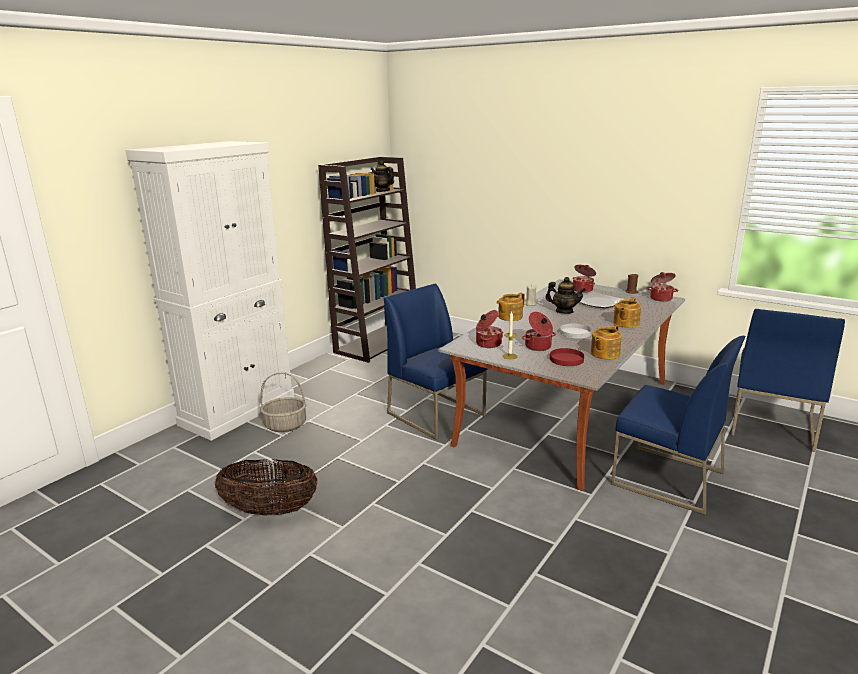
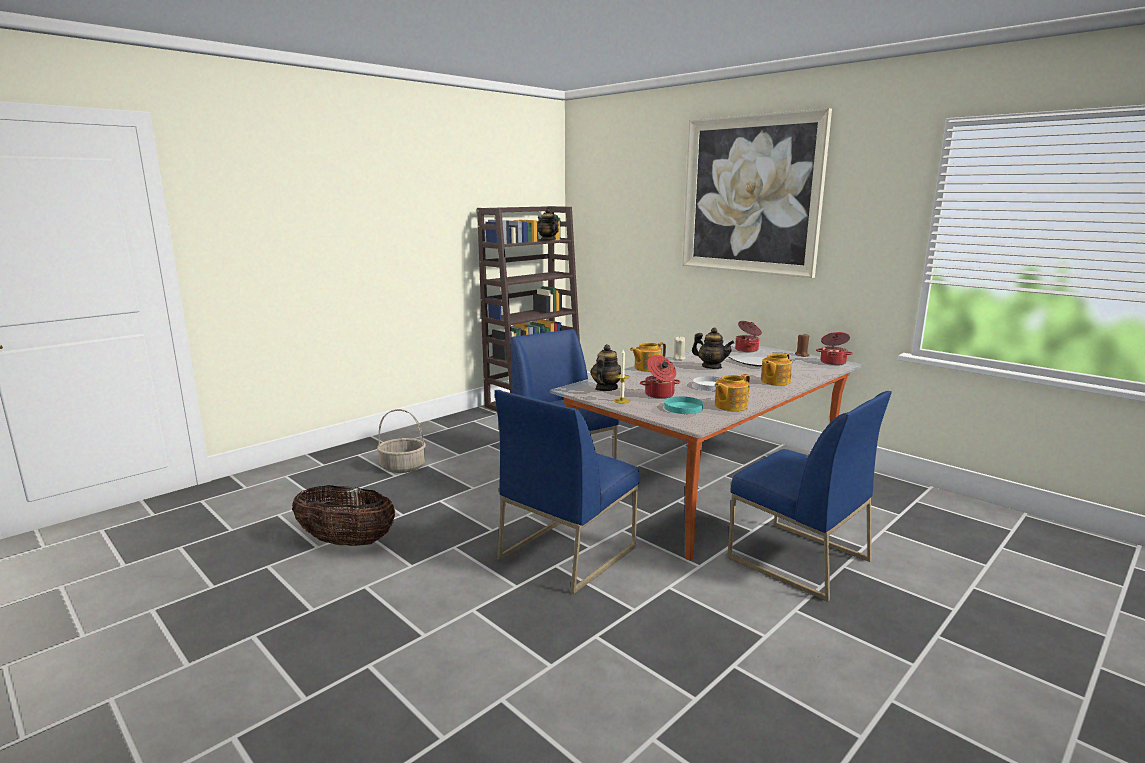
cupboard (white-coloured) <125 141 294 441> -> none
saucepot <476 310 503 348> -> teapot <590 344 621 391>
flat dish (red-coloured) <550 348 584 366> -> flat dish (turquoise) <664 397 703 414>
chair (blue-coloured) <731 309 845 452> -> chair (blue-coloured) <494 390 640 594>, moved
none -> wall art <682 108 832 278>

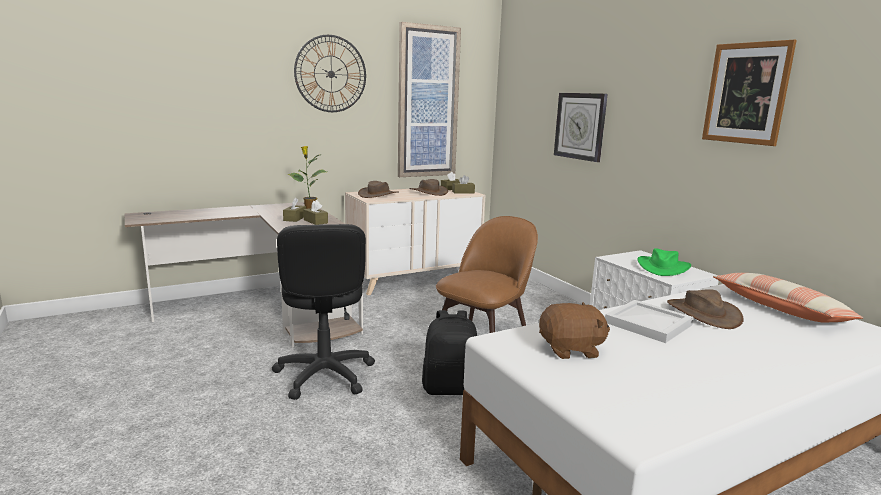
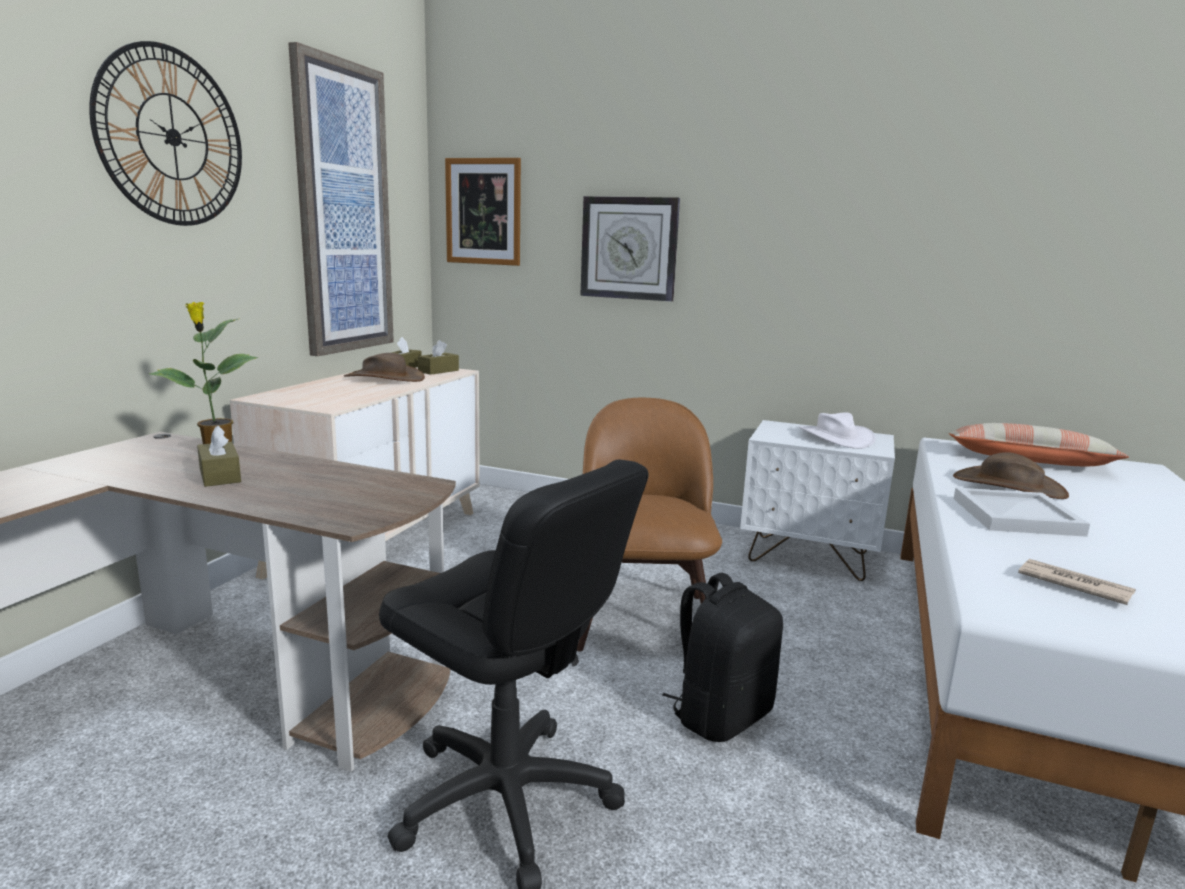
tissue box (brown-coloured) <303 200 328 225> -> none
hat (brown-coloured) <358 181 399 198> -> none
plush toy (brown-coloured) <539 302 610 359> -> printed paper <1018 559 1136 605>
hat (greenish) <638 248 691 276> -> hat (white-coloured) <799 413 875 449>
wall art <702 40 797 146> -> wall art <445 158 521 266>, moved

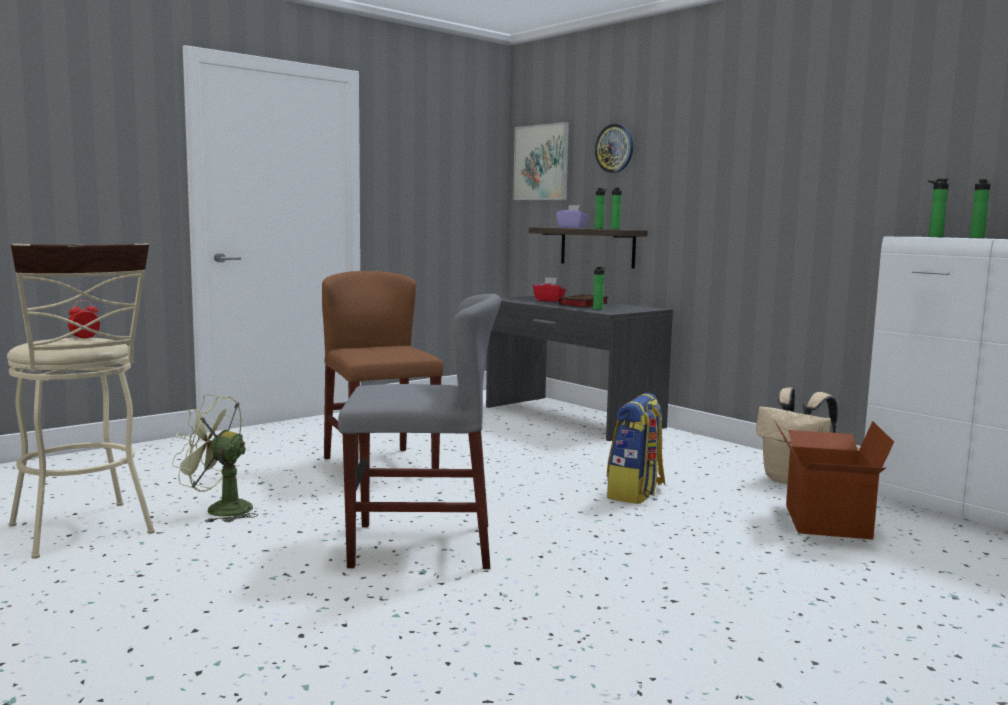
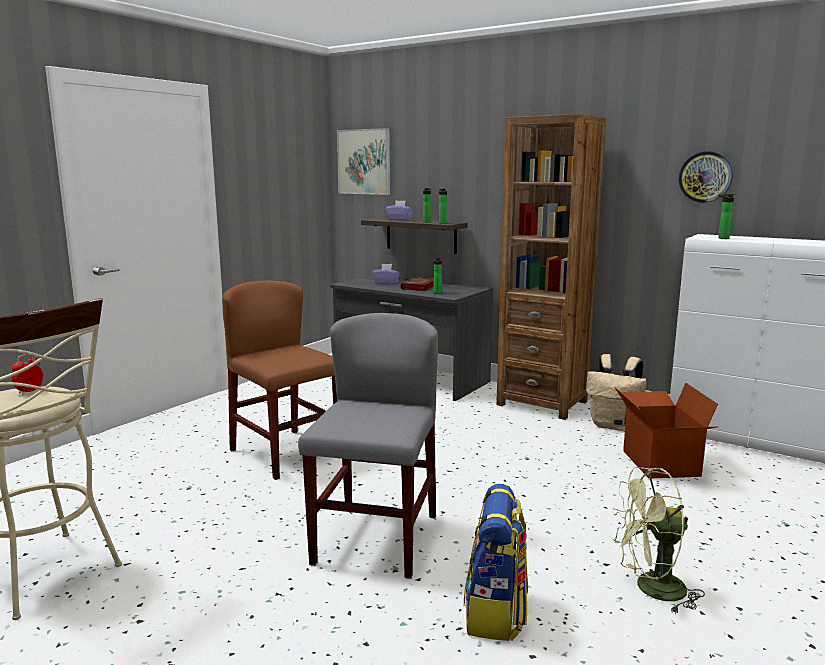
cooling fan (greenish) <172 394 258 523> -> cooling fan (greenish) <612 467 705 614>, moved
chair (grey) <338 294 501 569> -> chair (grey) <298 313 438 579>, 60 degrees counterclockwise
tissue box (red-coloured) <533 277 566 302> -> tissue box (purple-coloured) <373 264 400 285>
wall clock <595 124 633 173> -> wall clock <678 151 733 203>, moved
backpack <607 393 665 504> -> backpack <464 484 528 641>, moved
beverage bottle <970 179 991 238> -> none
none -> bookcase (brown-coloured) <496 114 606 420>

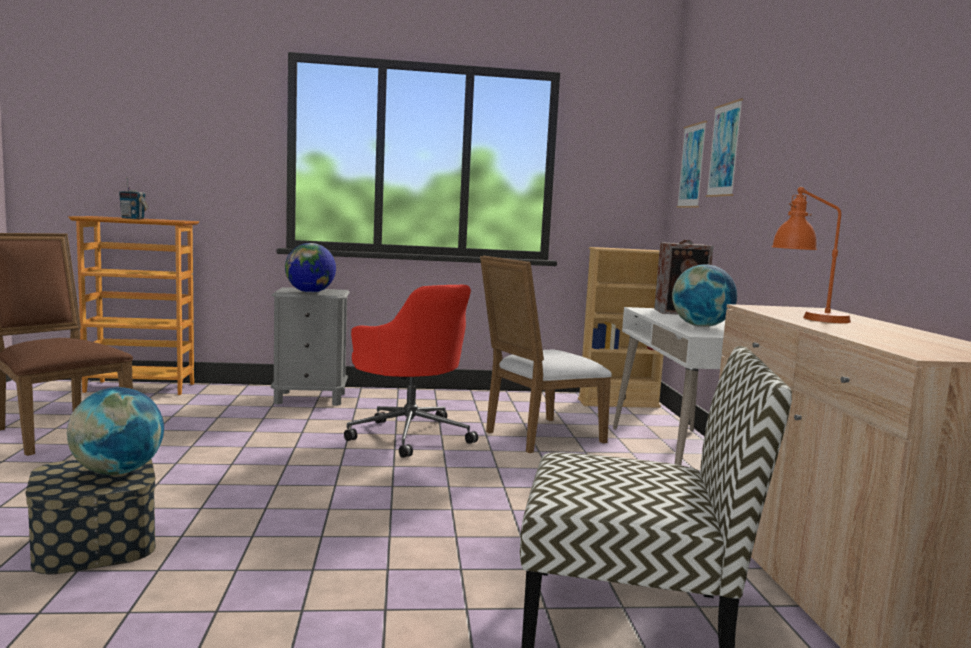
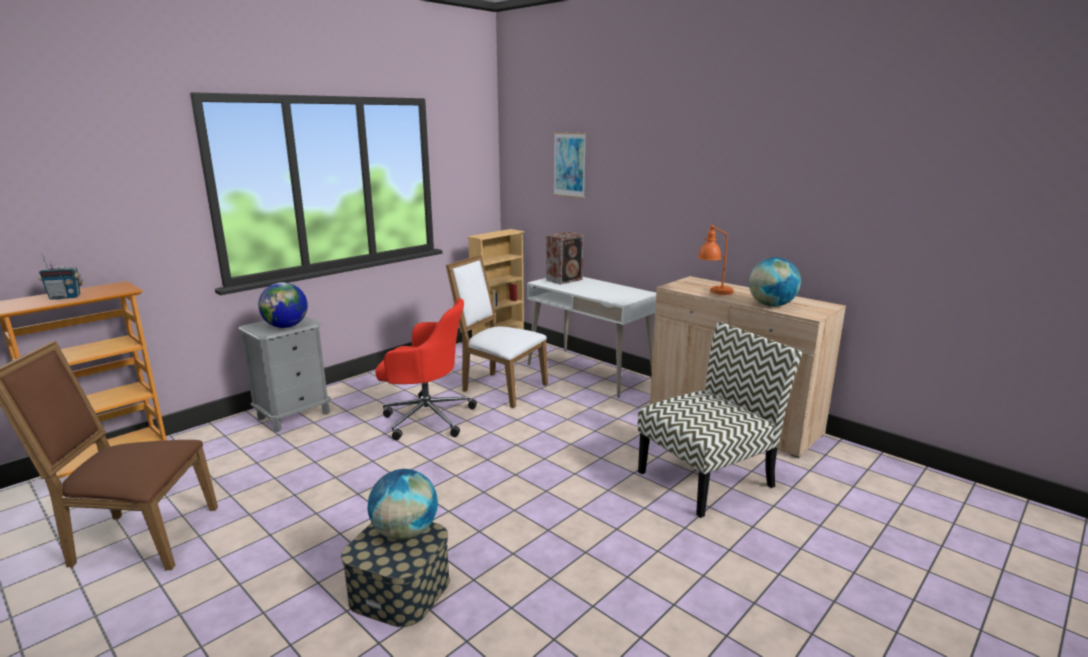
chair (white-coloured) <480 255 612 453> -> chair (white-coloured) <446 255 548 408>, 105 degrees clockwise
desk globe <672 264 737 327> -> desk globe <749 257 801 307>, moved
wall art <676 121 707 208> -> none

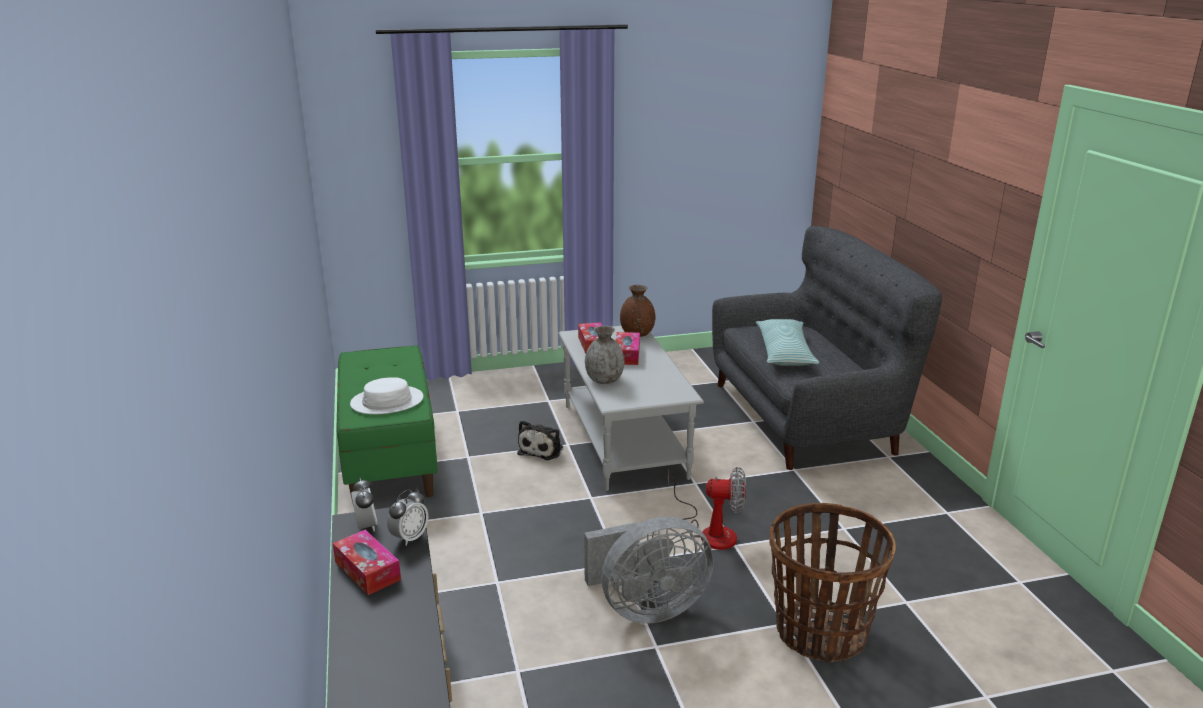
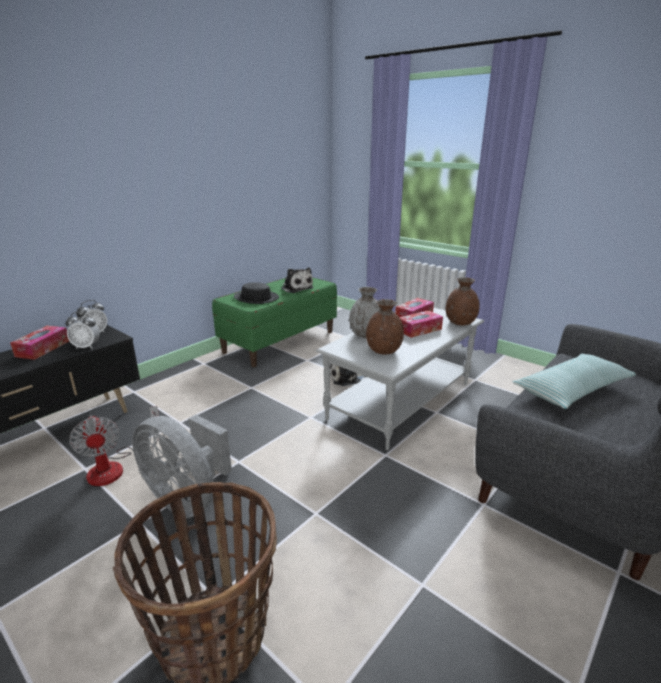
hat (white-coloured) <350 377 423 414> -> hat (black-coloured) <234 282 279 304>
cooling fan <668 467 746 550> -> cooling fan <69 406 159 486>, moved
none -> plush toy <281 267 314 293>
none -> vase (brown-coloured) <366 299 404 355>

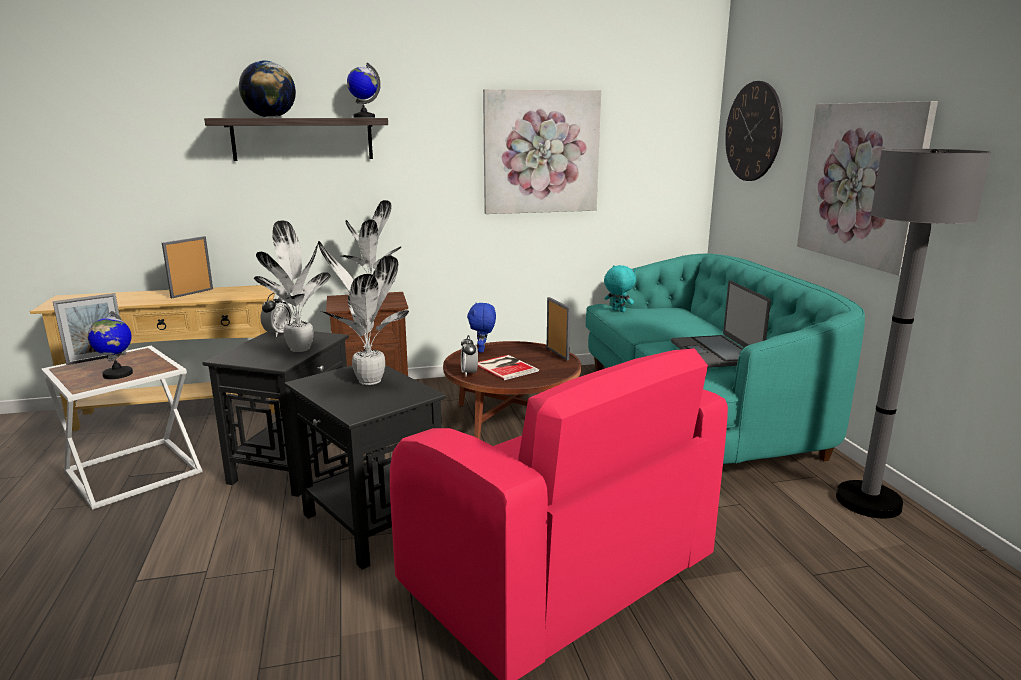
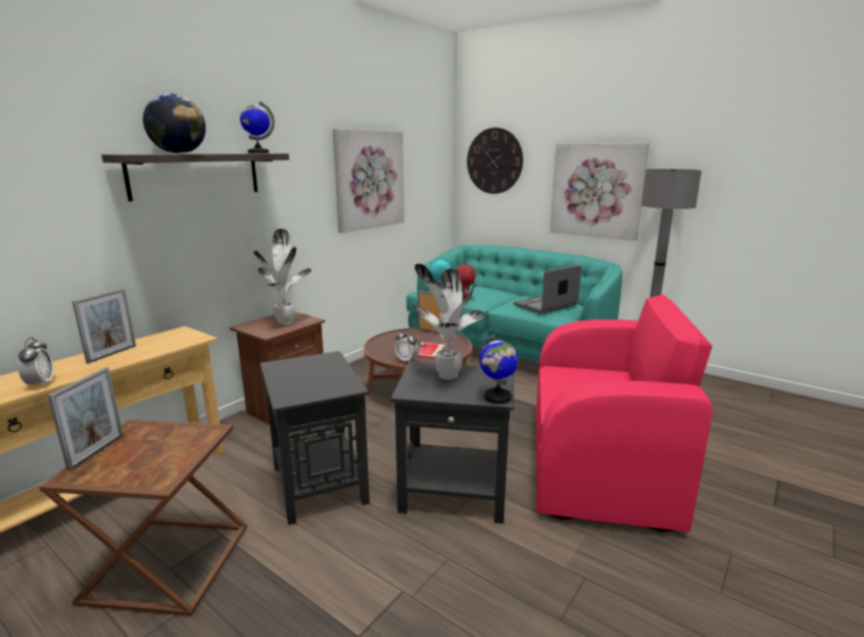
side table (white-coloured) <41 346 203 510> -> side table (brown-coloured) <39 419 247 616>
desk globe <88 311 133 379> -> desk globe <479 334 519 404>, moved
picture frame <162 236 213 298> -> picture frame <72 288 136 364>, 150 degrees counterclockwise
houseplant <254 220 331 352> -> none
bedside clock <260 293 292 337> -> bedside clock <17 337 54 387>, moved
plush toy (blue-coloured) <467 303 496 353> -> none
notebook computer <671 280 771 368> -> notebook computer <513 264 581 314>, 105 degrees clockwise
none -> plush toy (red-coloured) <456 265 476 300>

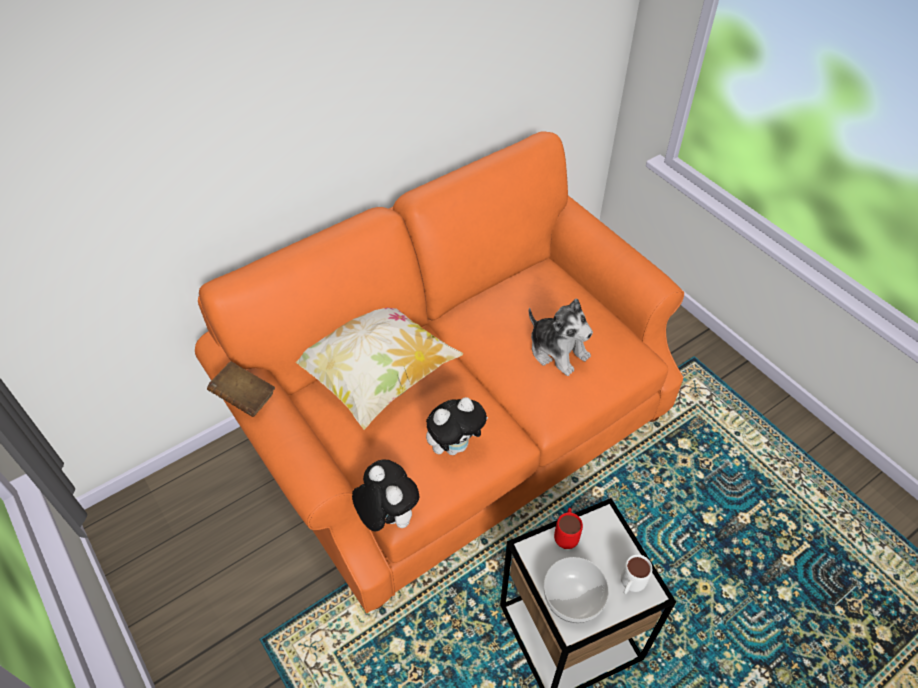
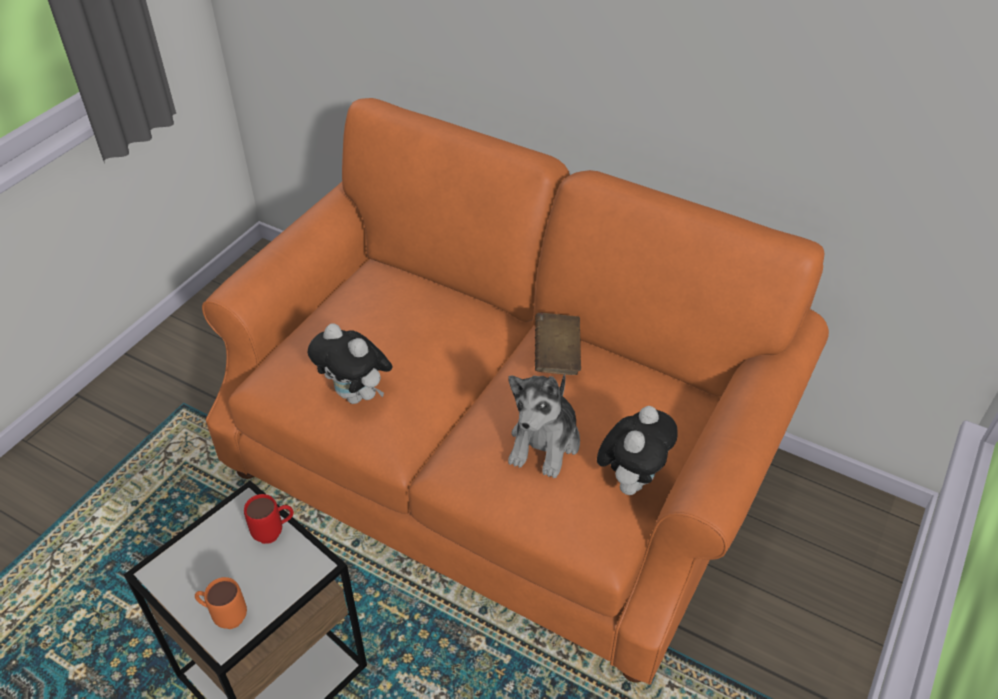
book (brown-coloured) <207 361 275 417> -> book (brown-coloured) <535 313 581 375>, moved
cushion <295 308 463 430> -> none
plush toy <352 459 419 531> -> plush toy <597 406 678 495>, moved
deep dish <544 557 609 623> -> none
coffee mug (white-coloured) <621 554 652 594> -> coffee mug (orange-coloured) <195 577 247 629>

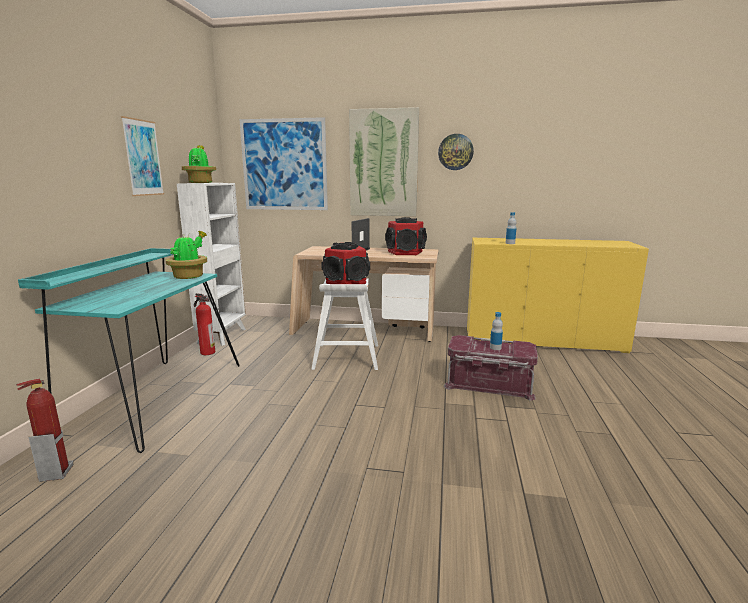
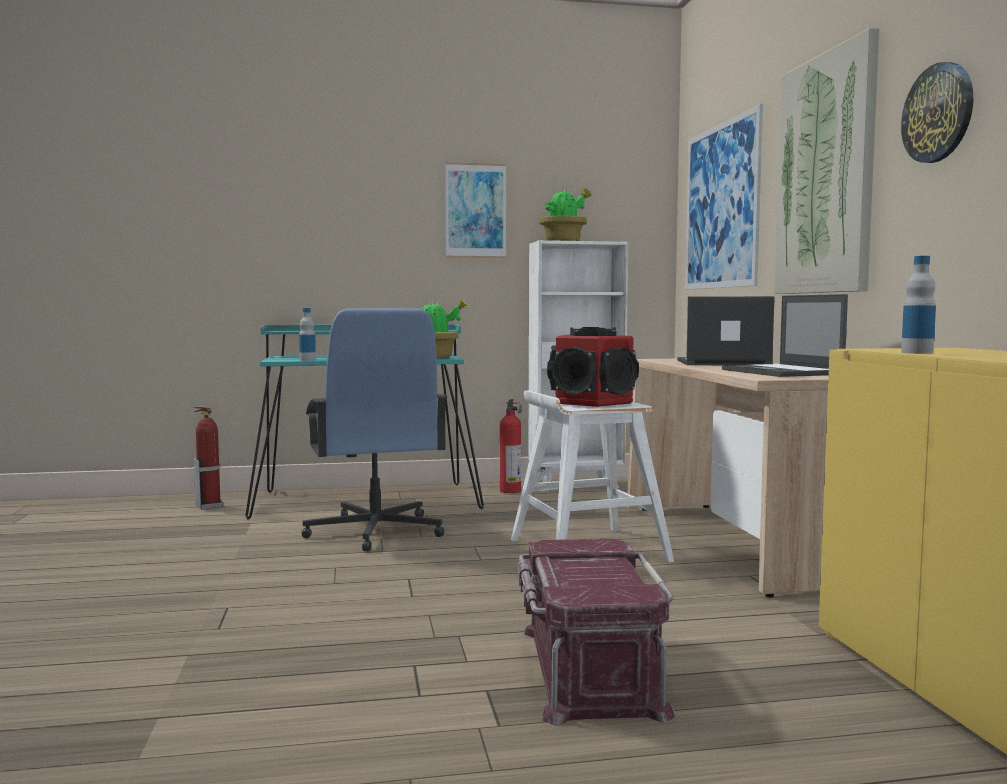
speaker <385 217 427 255> -> notebook computer <722 294 848 377>
beverage bottle <490 312 503 350> -> beverage bottle <299 308 316 361>, moved
none -> desk chair (blue-coloured) <302 308 448 551>

